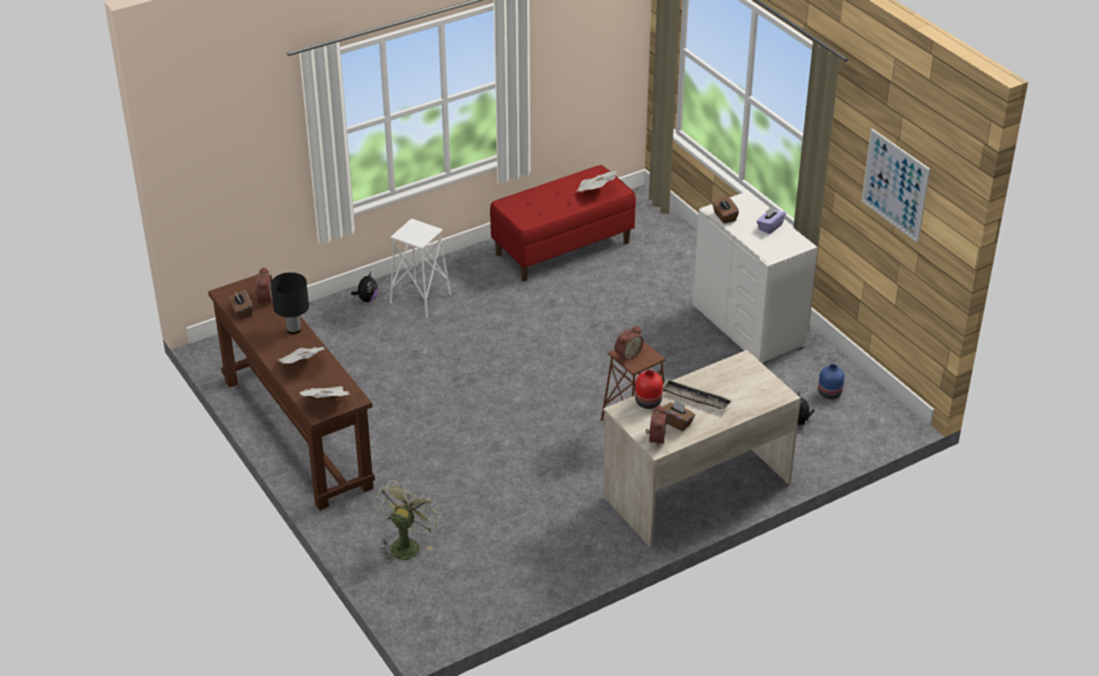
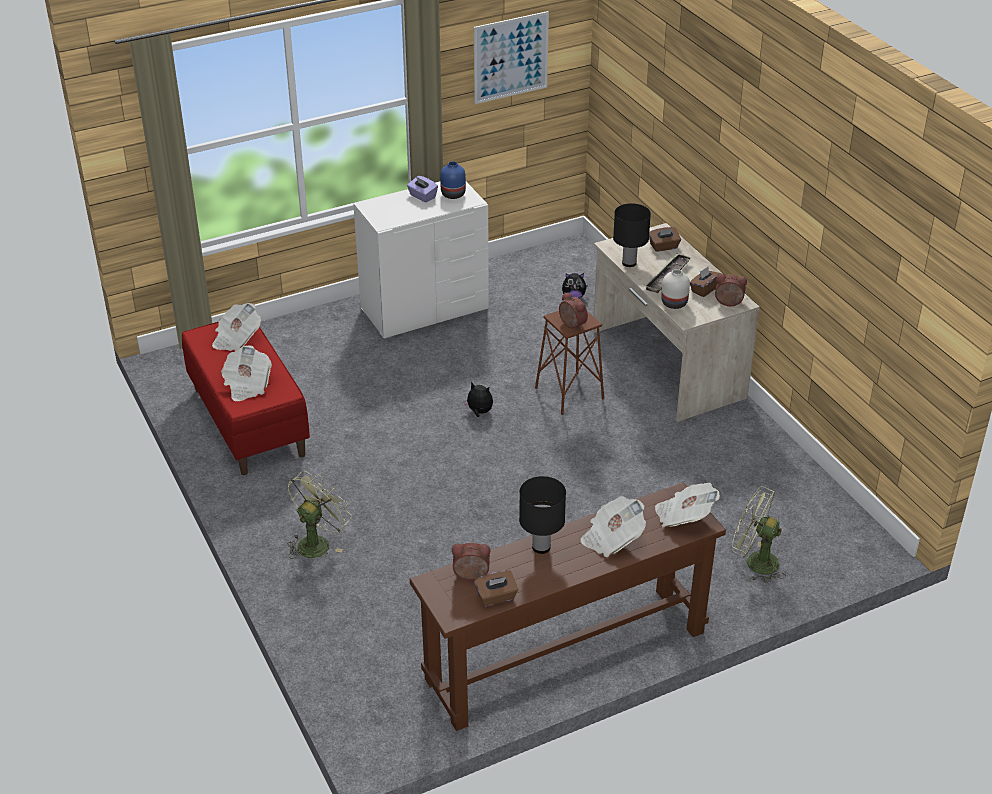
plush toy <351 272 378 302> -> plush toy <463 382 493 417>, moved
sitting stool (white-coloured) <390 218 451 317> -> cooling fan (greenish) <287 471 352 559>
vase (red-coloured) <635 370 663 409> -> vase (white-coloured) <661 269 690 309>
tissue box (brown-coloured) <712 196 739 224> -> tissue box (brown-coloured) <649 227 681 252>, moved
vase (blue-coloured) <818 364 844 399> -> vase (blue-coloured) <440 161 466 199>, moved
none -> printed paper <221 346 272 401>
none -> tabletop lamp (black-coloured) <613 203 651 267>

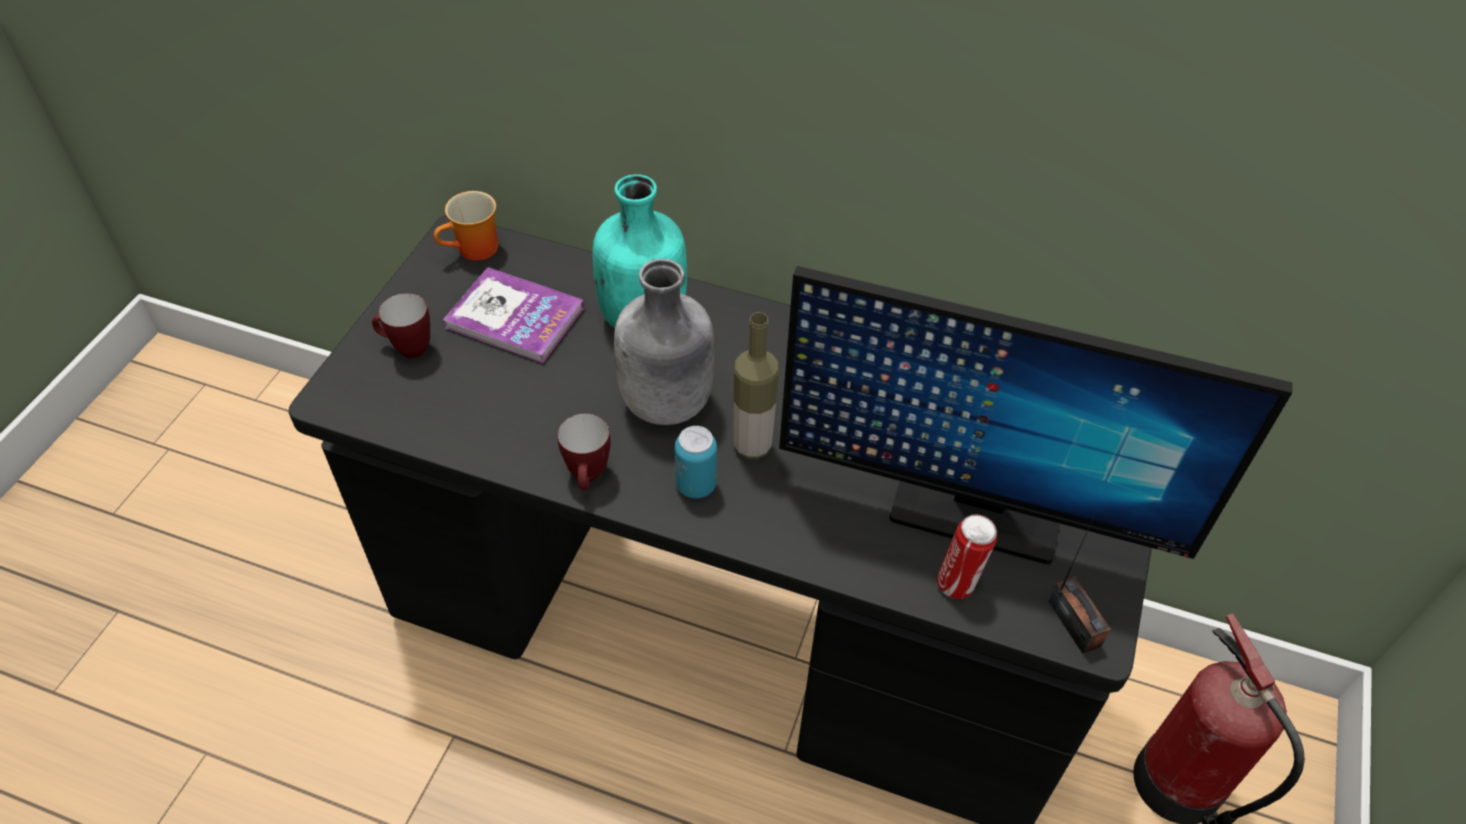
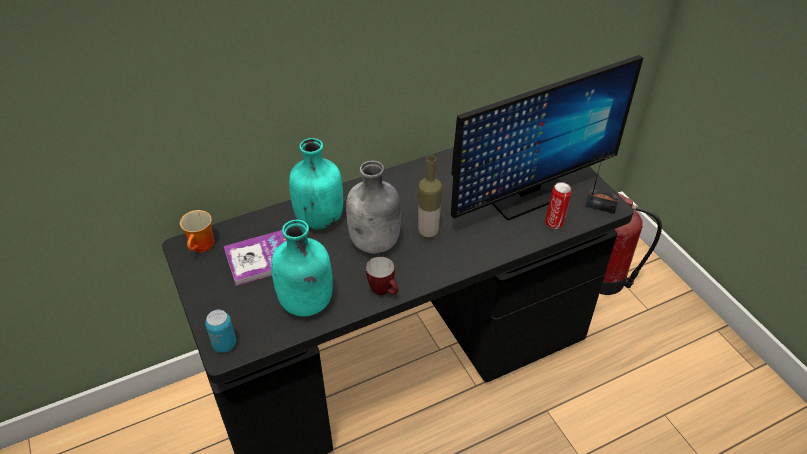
coffee mug <372 293 430 358> -> none
can <675 426 717 498> -> can <205 310 236 353>, moved
none -> beverage bottle (turquoise) <271 220 333 317>

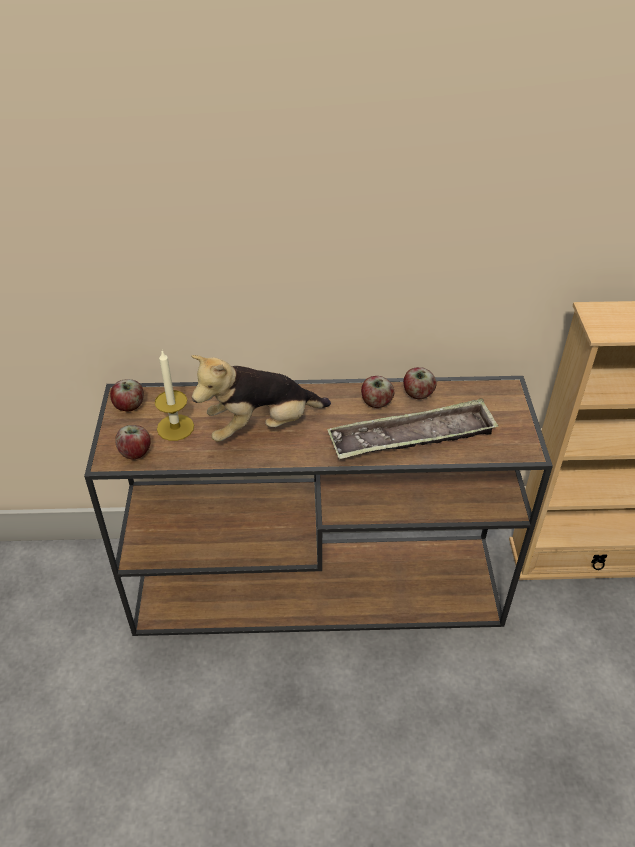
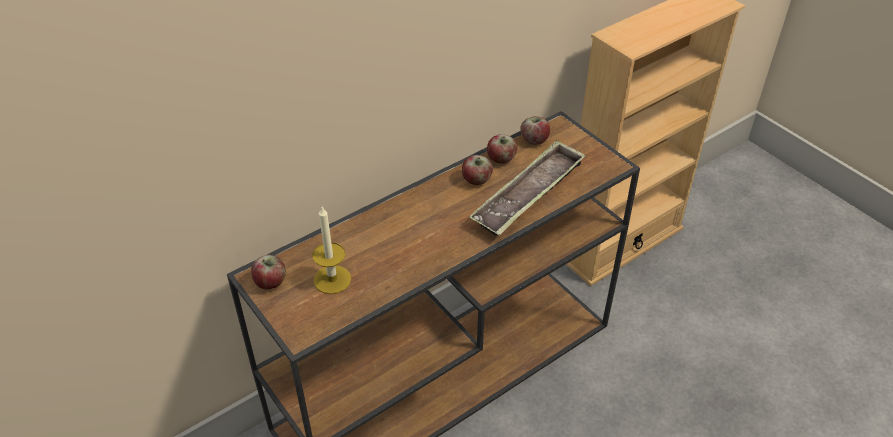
whole apple <115 425 151 459> -> whole apple <520 116 550 145>, moved
plush toy <191 355 331 442> -> none

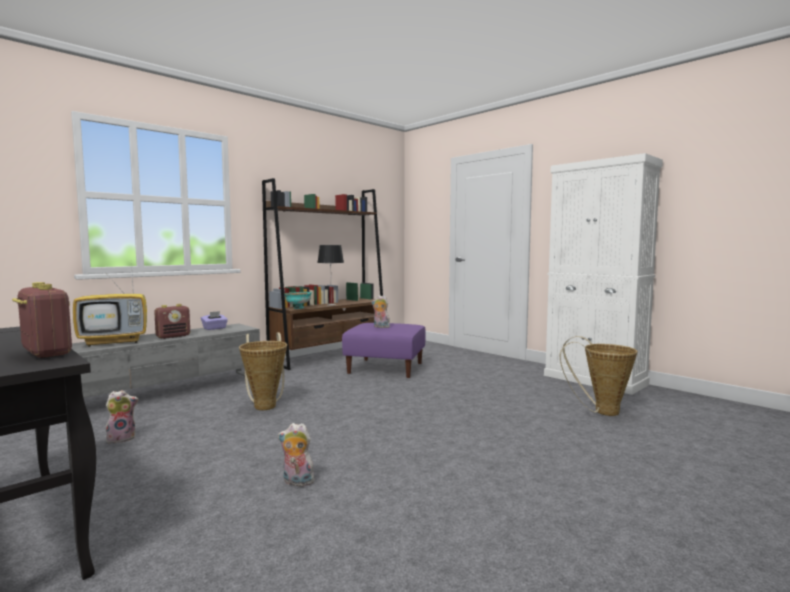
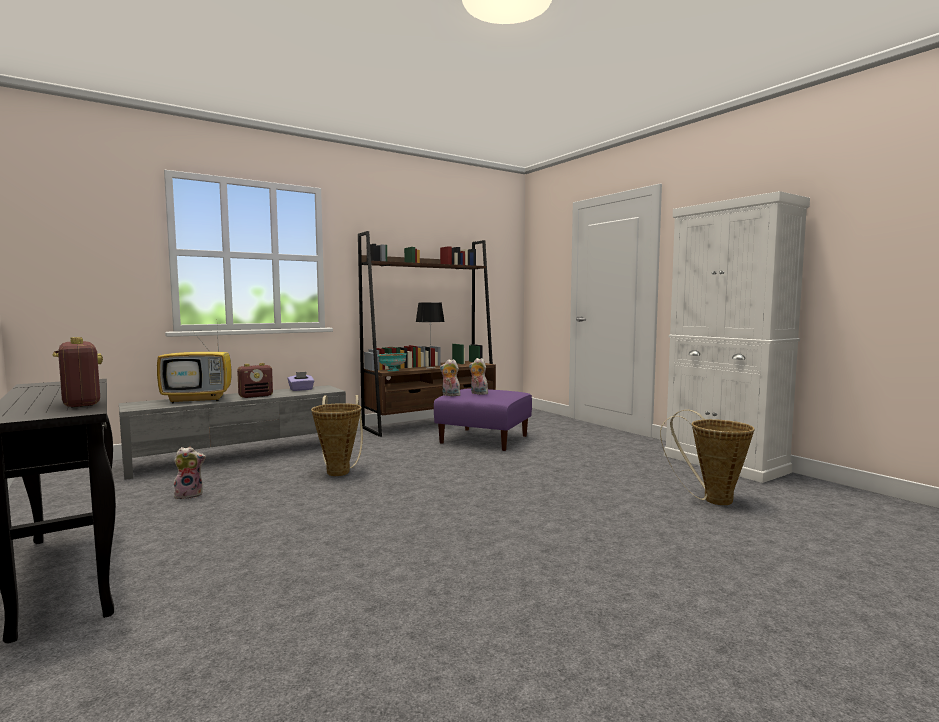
plush toy <278 423 317 486> -> plush toy <440 359 461 396>, moved

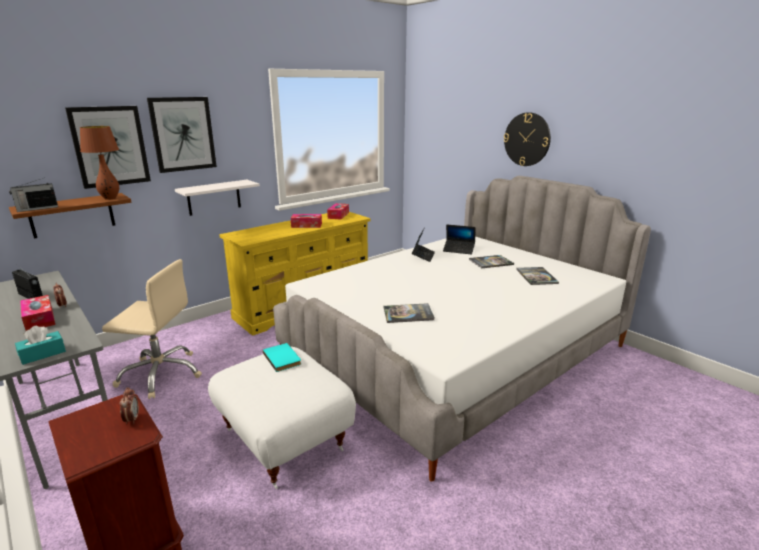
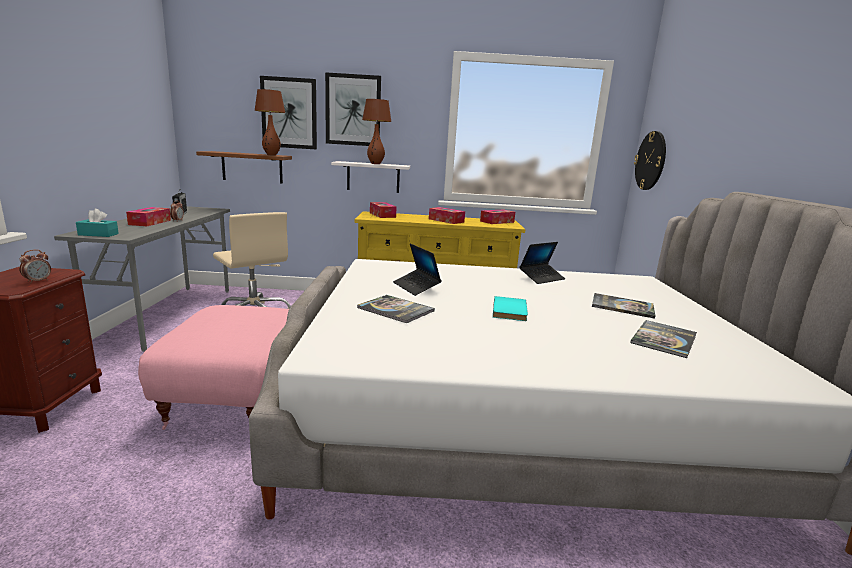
radio set <9 178 58 212> -> none
ottoman (white-coloured) <208 347 356 489> -> ottoman (pinkish) <138 305 289 430>
book (turquoise) <263 343 301 372> -> book (turquoise) <493 296 528 321>, moved
notebook computer <443 225 476 255> -> notebook computer <393 243 442 296>, moved
wall clock <504 112 551 166> -> wall clock <634 131 666 190>, moved
none -> tabletop lamp (brown-coloured) <362 99 392 164>
none -> tissue box <370 202 397 218>

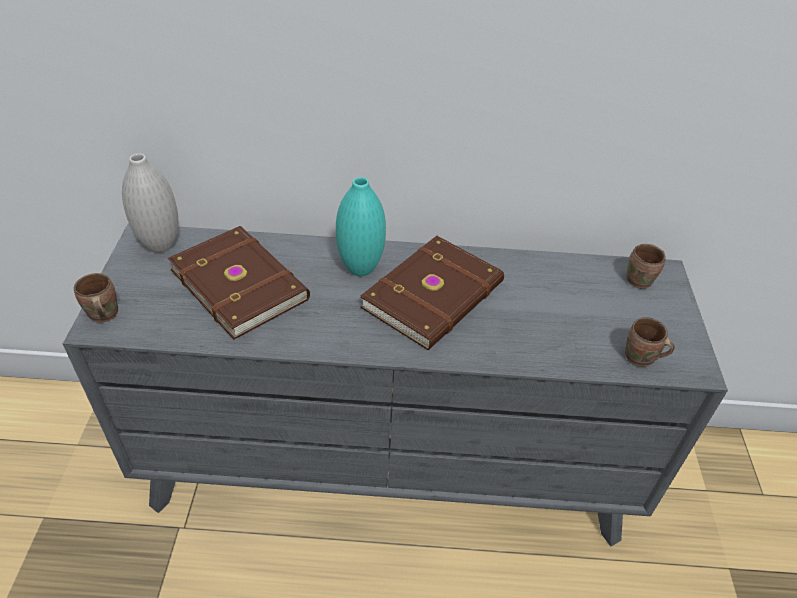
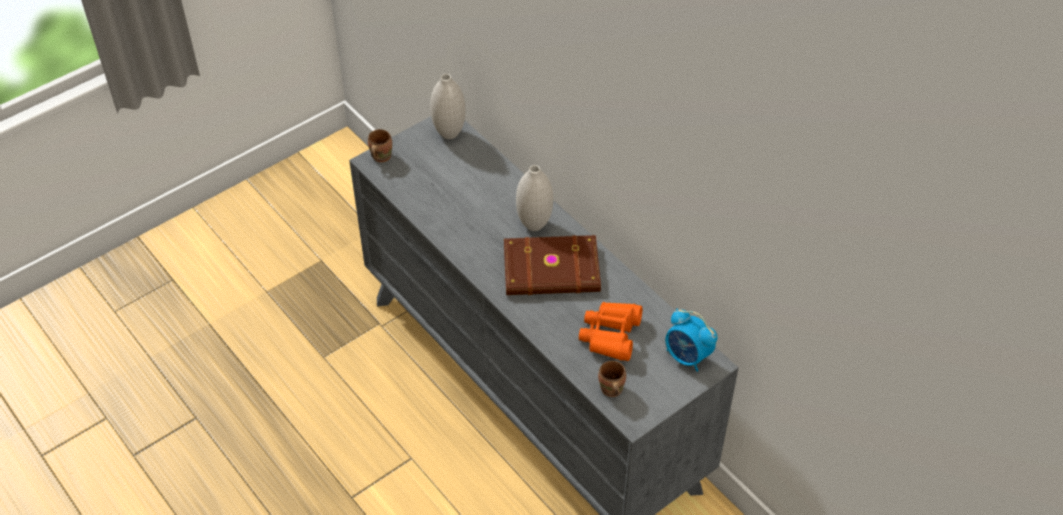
book (brown-coloured) <168 226 310 340> -> none
vase (turquoise) <336 177 386 276> -> vase (white-coloured) <516 165 553 231>
coffee mug (brown-coloured) <627 244 666 289> -> bedside clock <665 309 718 372>
none -> pair of binoculars (orange-coloured) <579 302 643 361>

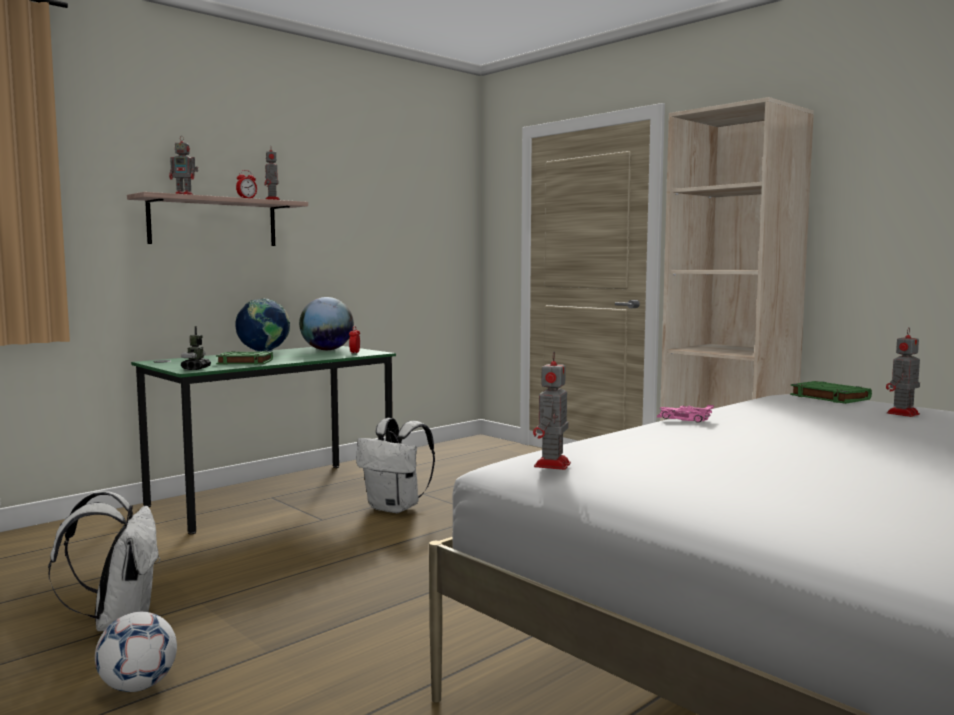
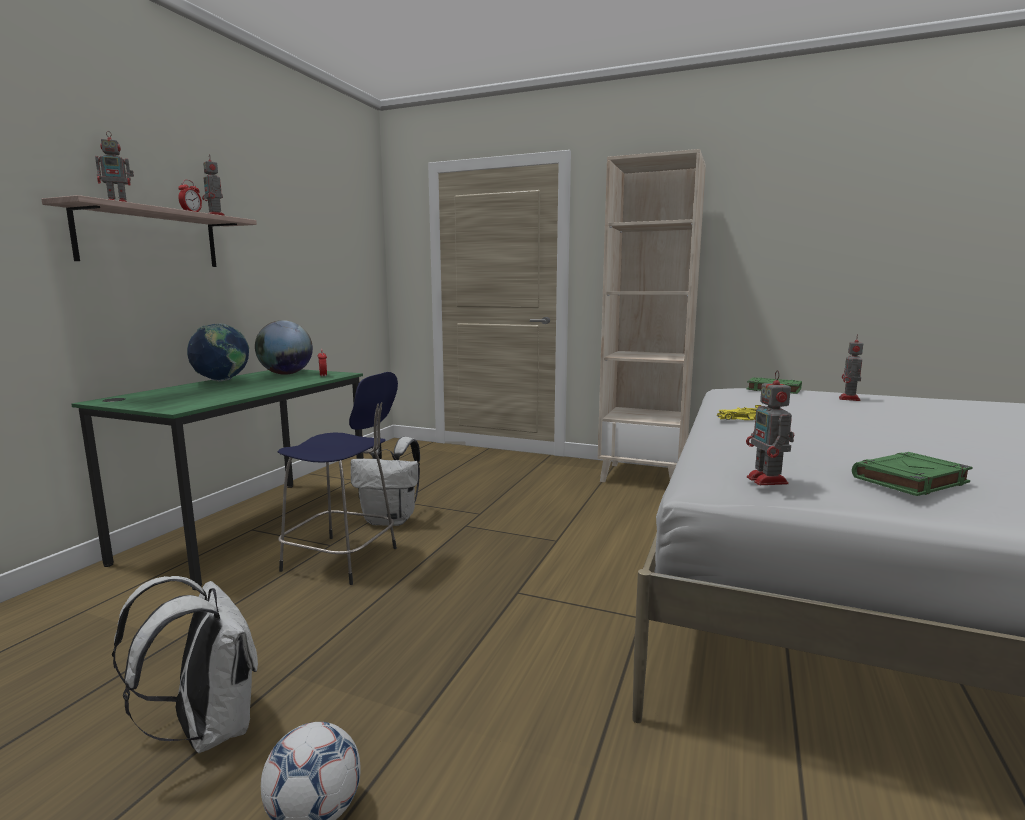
toy robot <181 326 211 370> -> none
book (greenish) <216 351 273 365> -> book (greenish) <852 452 973 496>, moved
model car (pinkish) <657 405 714 423> -> model car (yellowish) <717 405 761 420>
none -> sitting stool (blue-coloured) <278 372 398 585>

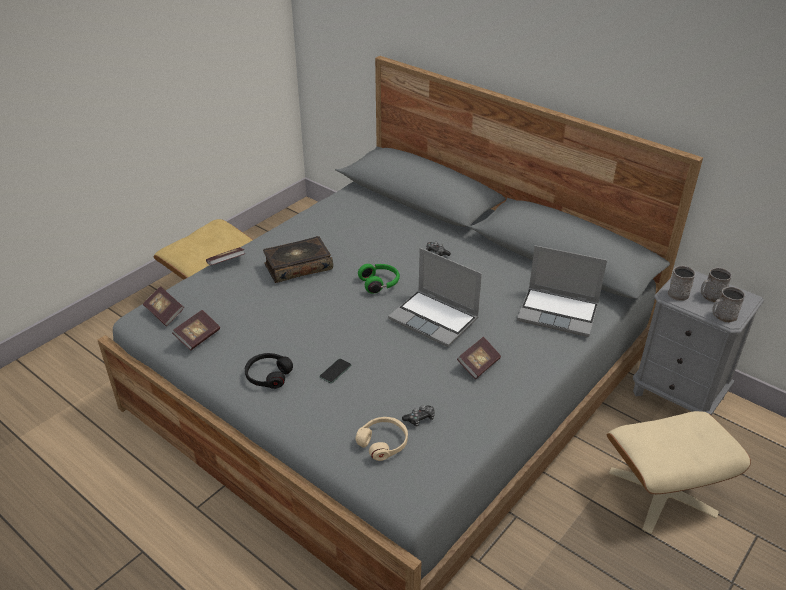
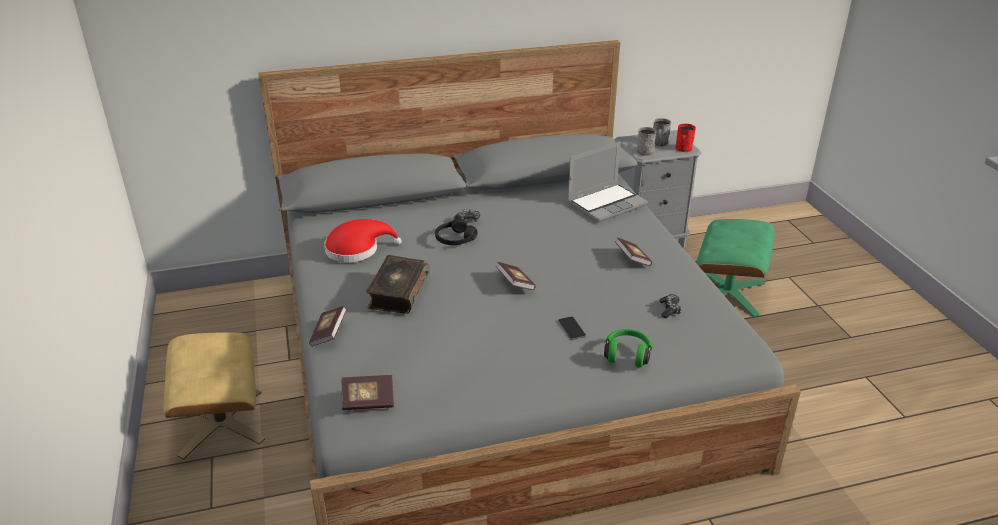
book <172 310 220 350> -> book <496 262 536 290>, moved
pair of headphones (black-coloured) <245 353 293 389> -> pair of headphones (black-coloured) <435 218 477 245>, moved
pair of headphones (beige) <355 417 408 461> -> none
pair of headphones (greenish) <358 264 400 294> -> pair of headphones (greenish) <604 329 652 367>, moved
notebook computer <388 248 482 347> -> none
ottoman (beige) <607 411 751 534> -> ottoman (greenish) <696 219 774 317>
coffee mug (grey) <712 286 745 323> -> coffee mug (red-coloured) <675 124 696 152>
none -> hat (red-coloured) <324 219 402 263>

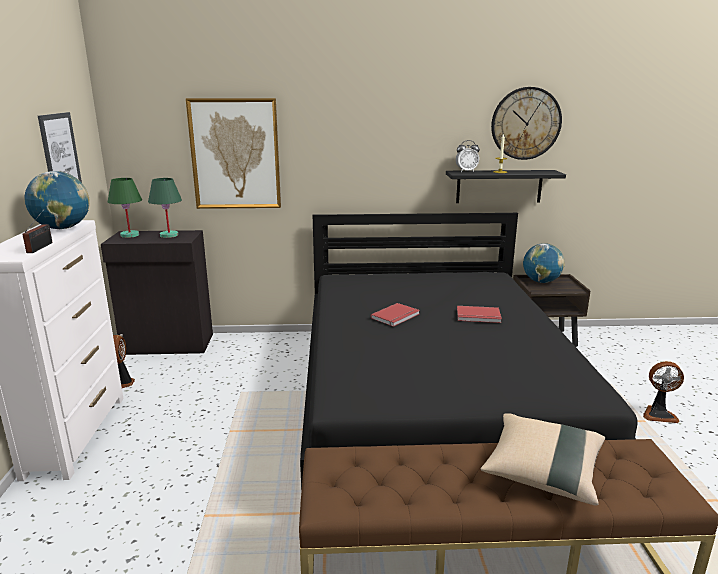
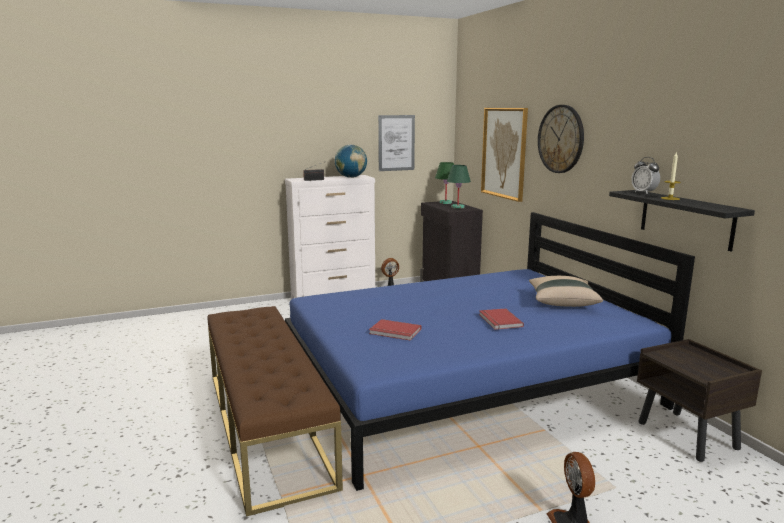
bed (black-coloured) <300 213 638 491> -> bed (blue-coloured) <285 212 695 491>
book (red-coloured) <371 303 420 327> -> book (red-coloured) <369 319 421 341>, moved
cushion (beige) <480 413 605 506> -> cushion (beige) <529 276 603 307>, moved
wall clock <491 87 562 160> -> wall clock <538 105 584 173>, moved
desk globe <523 243 565 283> -> none

